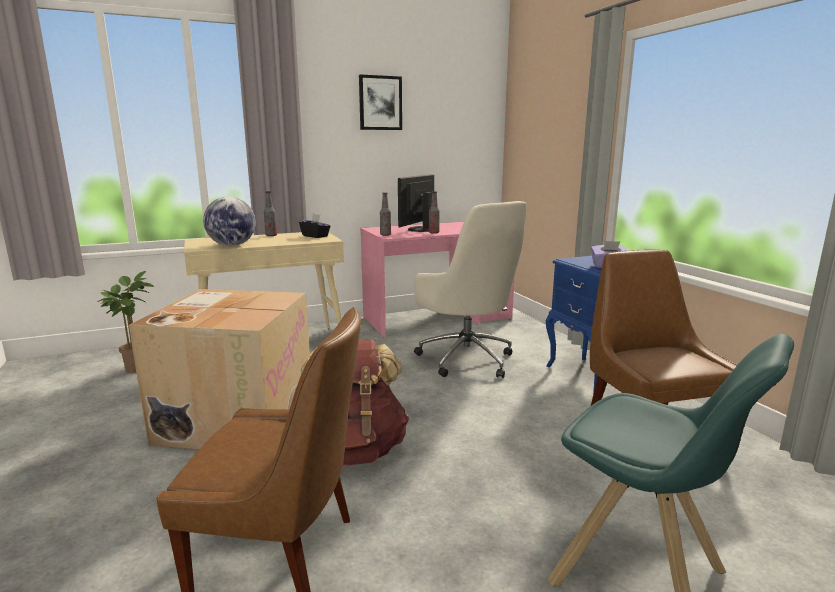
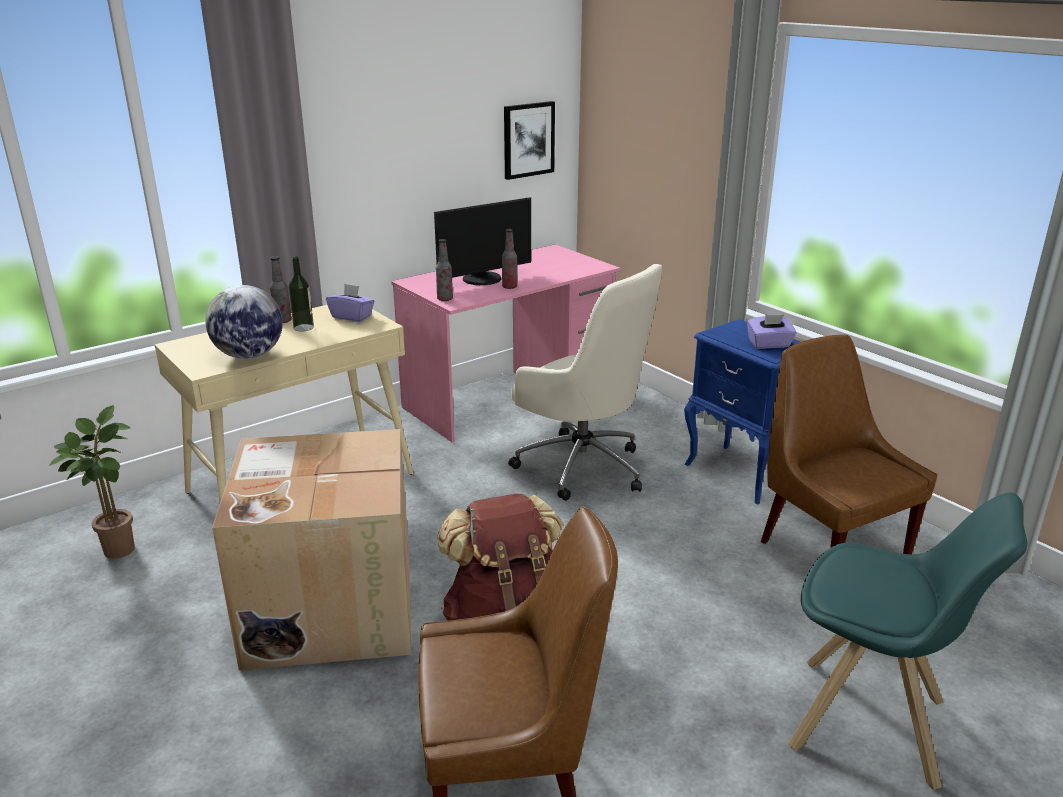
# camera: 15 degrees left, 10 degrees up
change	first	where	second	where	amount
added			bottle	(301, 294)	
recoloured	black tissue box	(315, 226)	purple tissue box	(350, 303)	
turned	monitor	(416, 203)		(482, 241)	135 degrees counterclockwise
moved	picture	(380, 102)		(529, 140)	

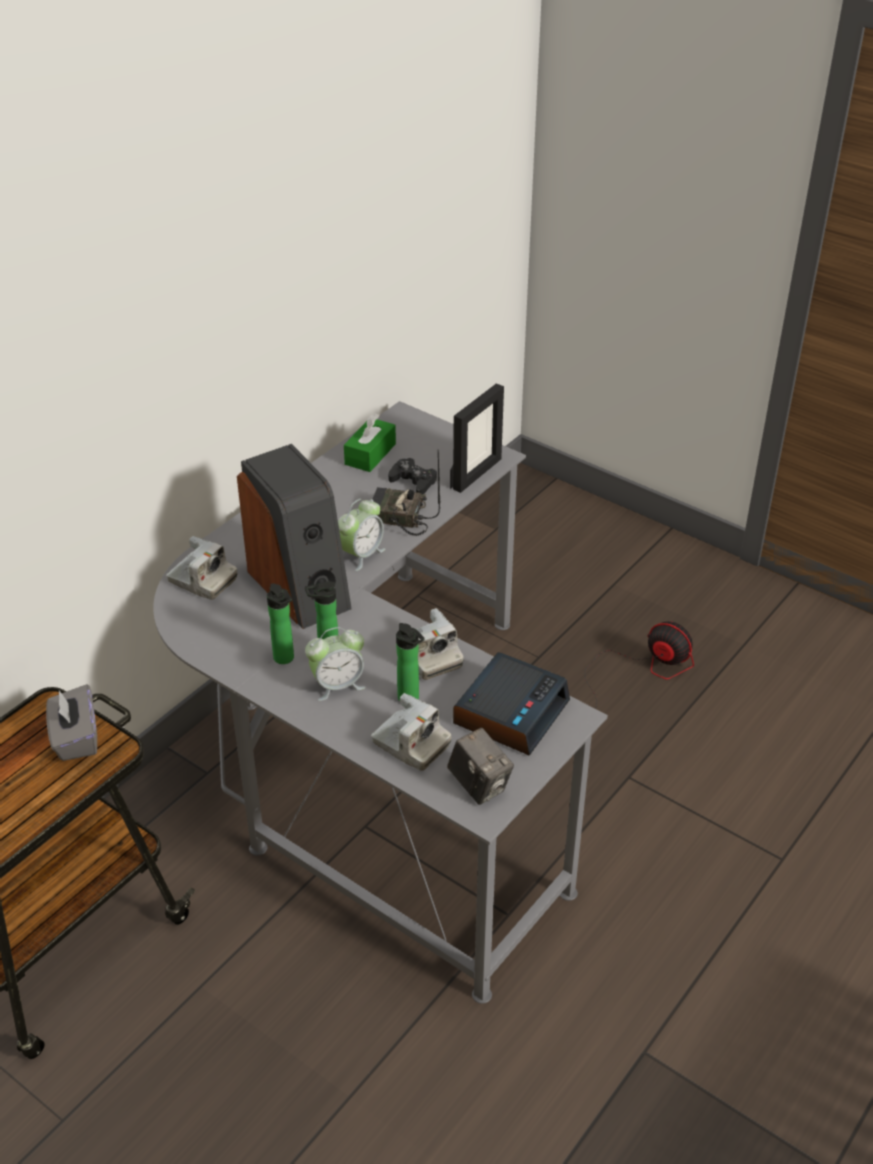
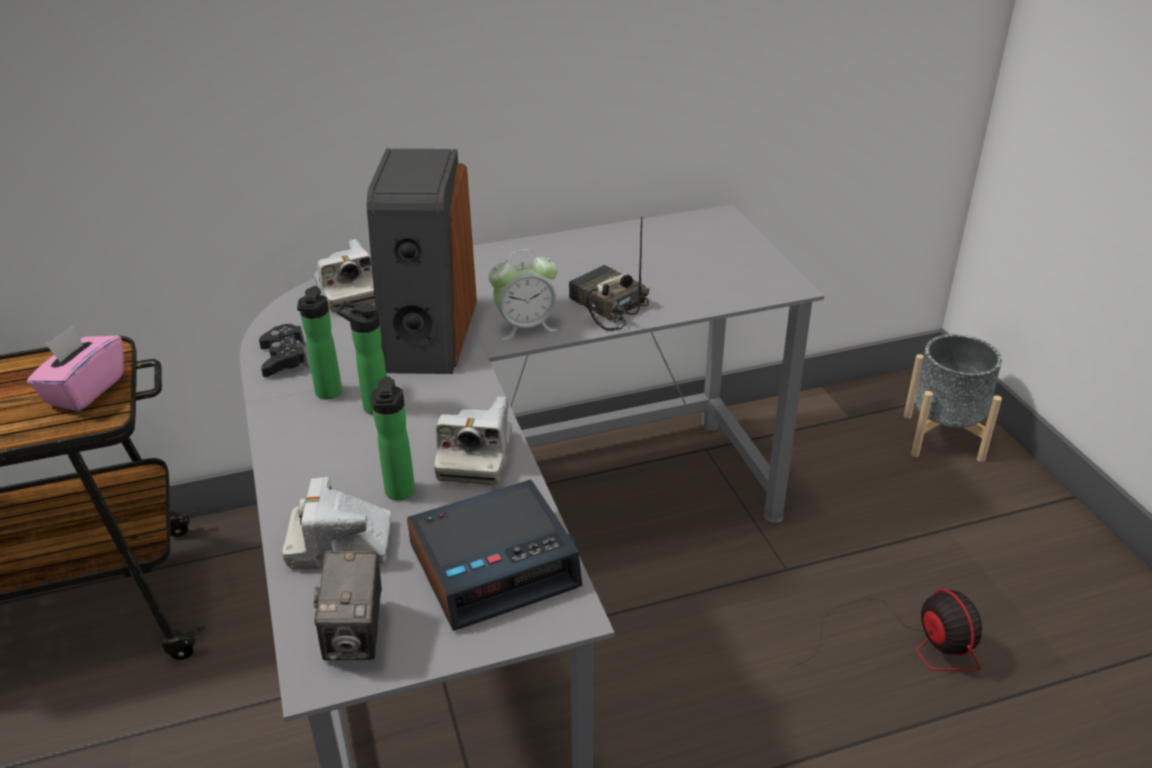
# camera: 35 degrees right, 5 degrees down
change	first	where	second	where	amount
recoloured	grey tissue box	(71, 722)	pink tissue box	(75, 368)	
moved	black game controller	(412, 476)		(283, 350)	
turned	photo camera	(411, 732)		(336, 523)	105 degrees clockwise
added			grey planter	(953, 398)	
removed	alarm clock	(335, 664)			
removed	green tissue box	(370, 442)			
removed	picture frame	(477, 438)			

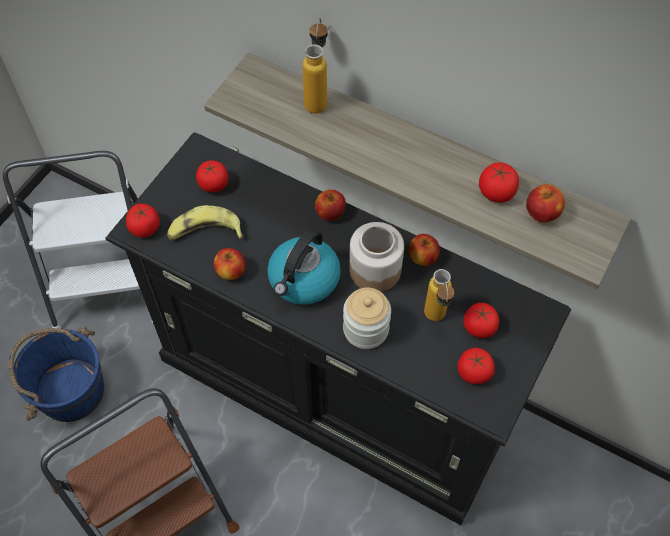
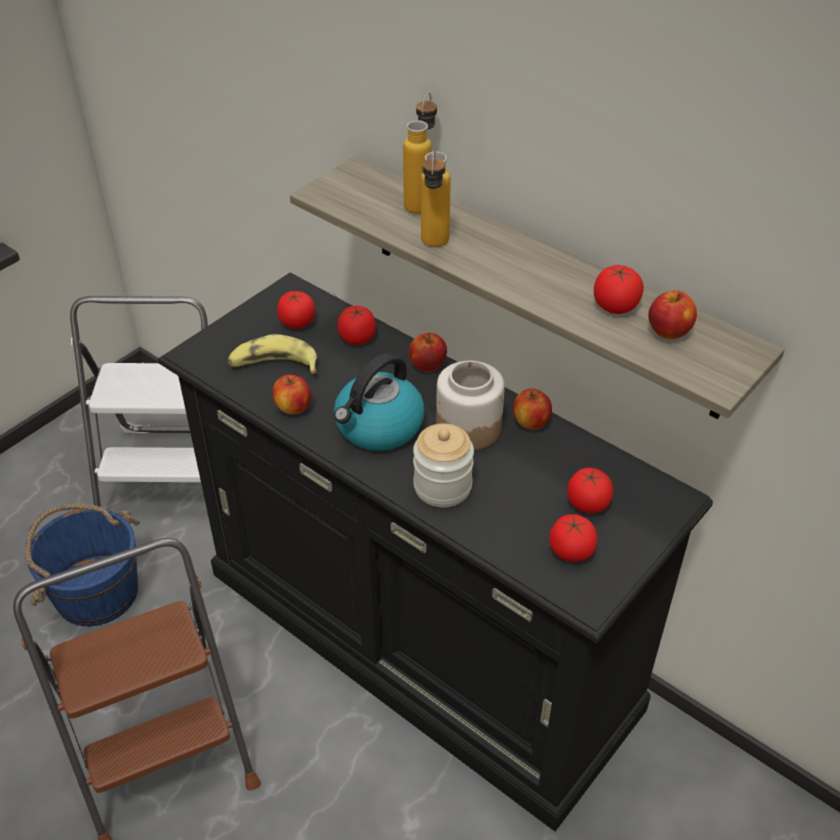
# camera: 10 degrees right, 15 degrees down
change	first	where	second	where	amount
moved	tomato	(143, 221)		(356, 325)	
moved	bottle	(439, 295)		(436, 198)	

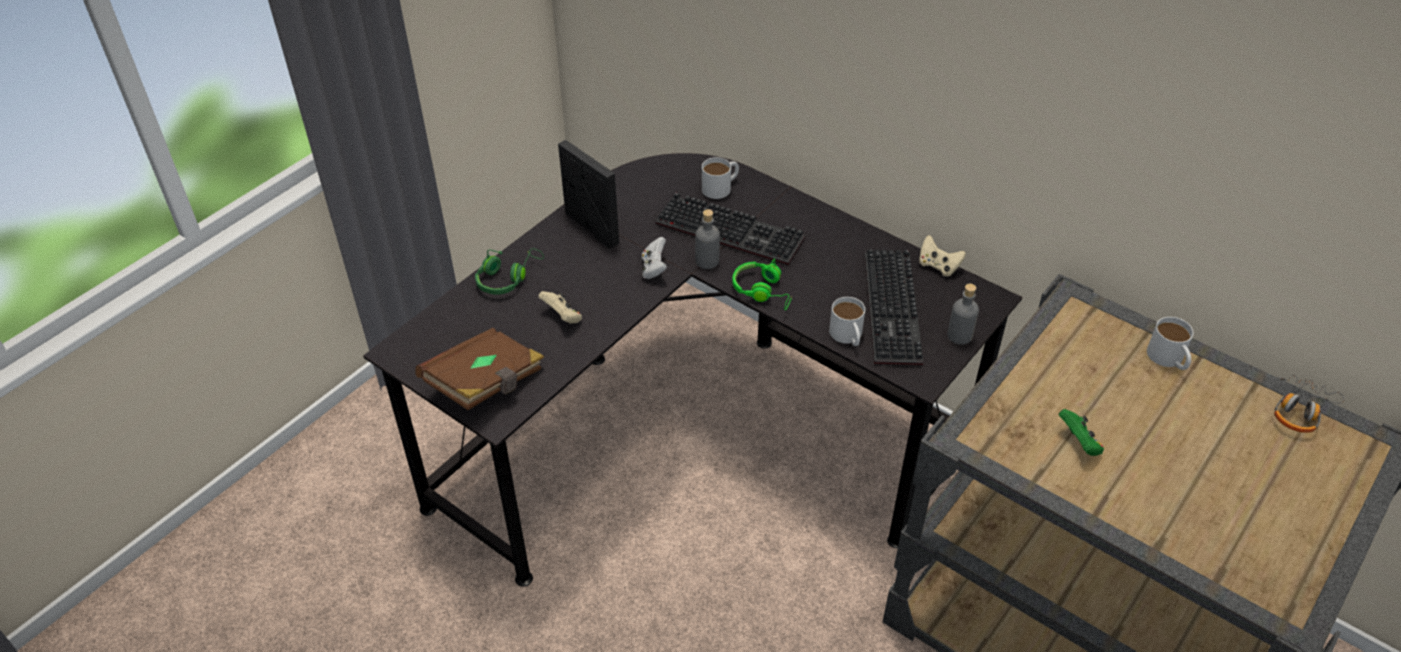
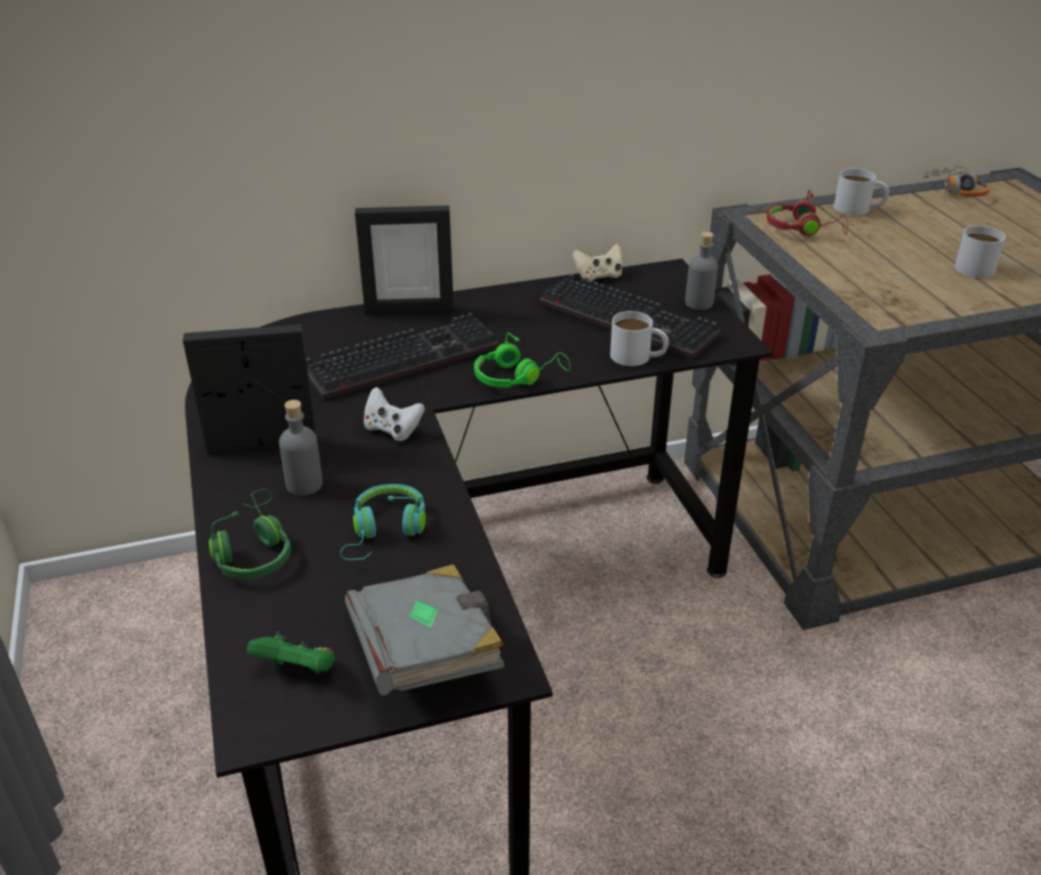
# camera: 55 degrees left, 10 degrees down
change	first	where	second	where	amount
moved	green game controller	(1081, 432)		(291, 652)	
moved	grey bottle	(707, 239)		(301, 448)	
replaced	beige game controller	(560, 307)	turquoise headphones	(383, 522)	
recoloured	brown book	(479, 369)	grey book	(424, 630)	
added			picture frame	(404, 260)	
added			red headphones	(807, 213)	
moved	white mug	(720, 178)		(980, 252)	

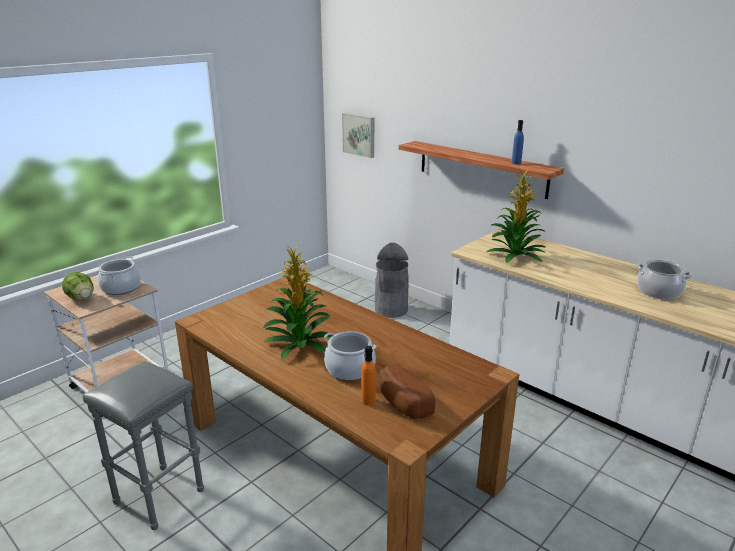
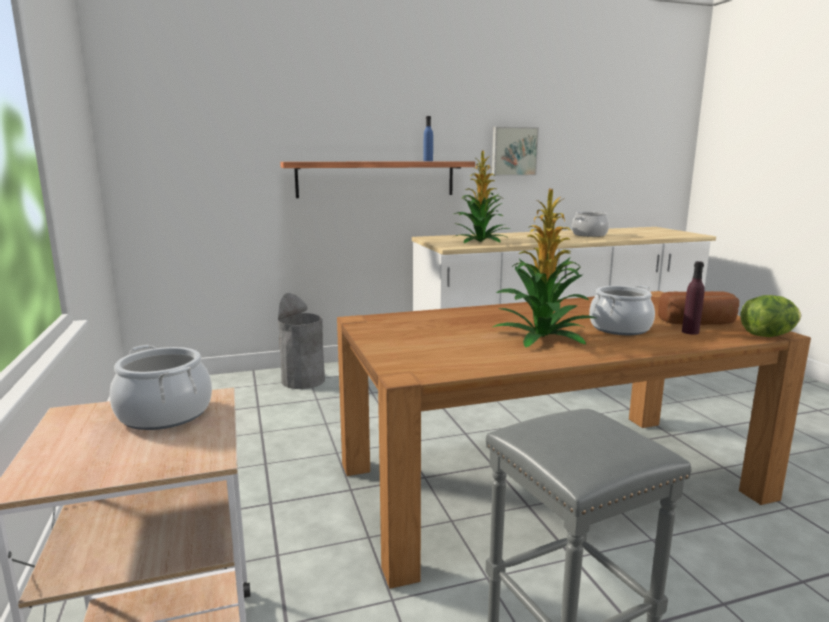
# camera: 60 degrees left, 10 degrees down
change	first	where	second	where	amount
moved	picture	(358, 135)		(515, 151)	
recoloured	orange bottle	(368, 375)	purple bottle	(693, 298)	
moved	lettuce	(77, 286)		(770, 316)	

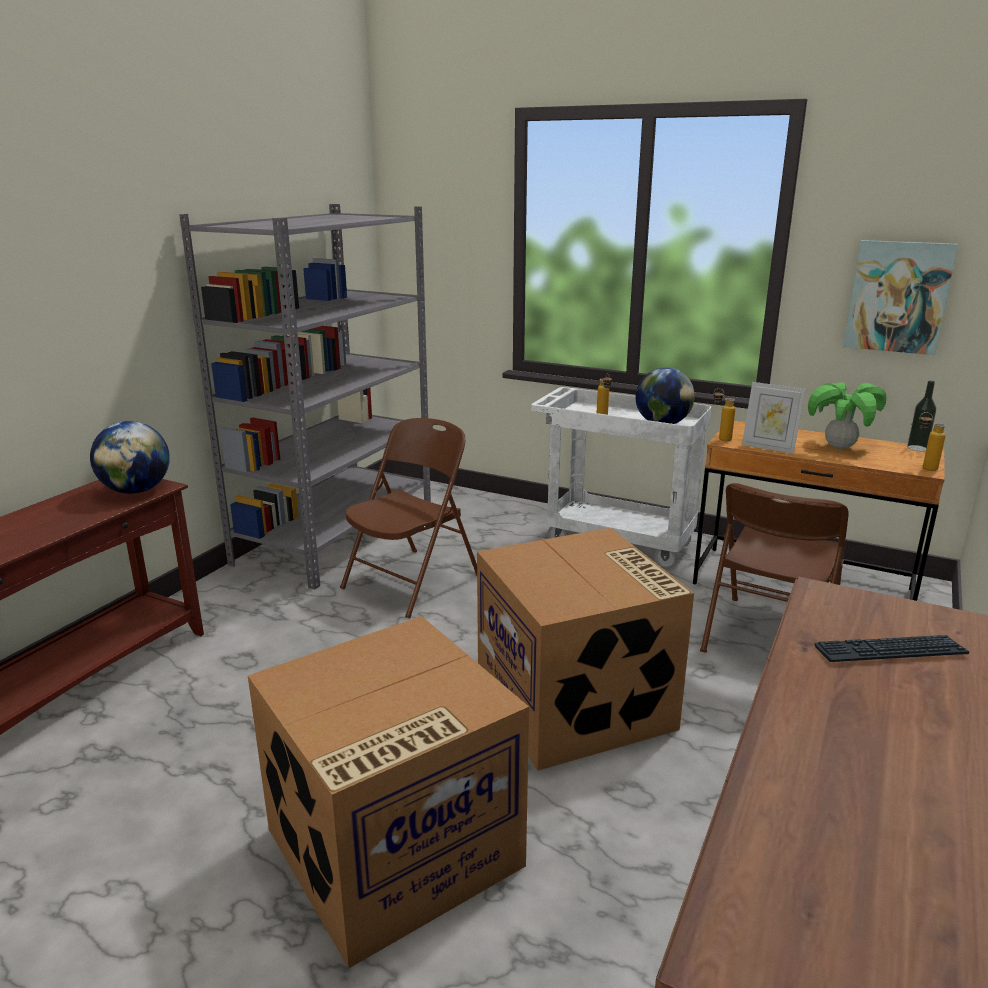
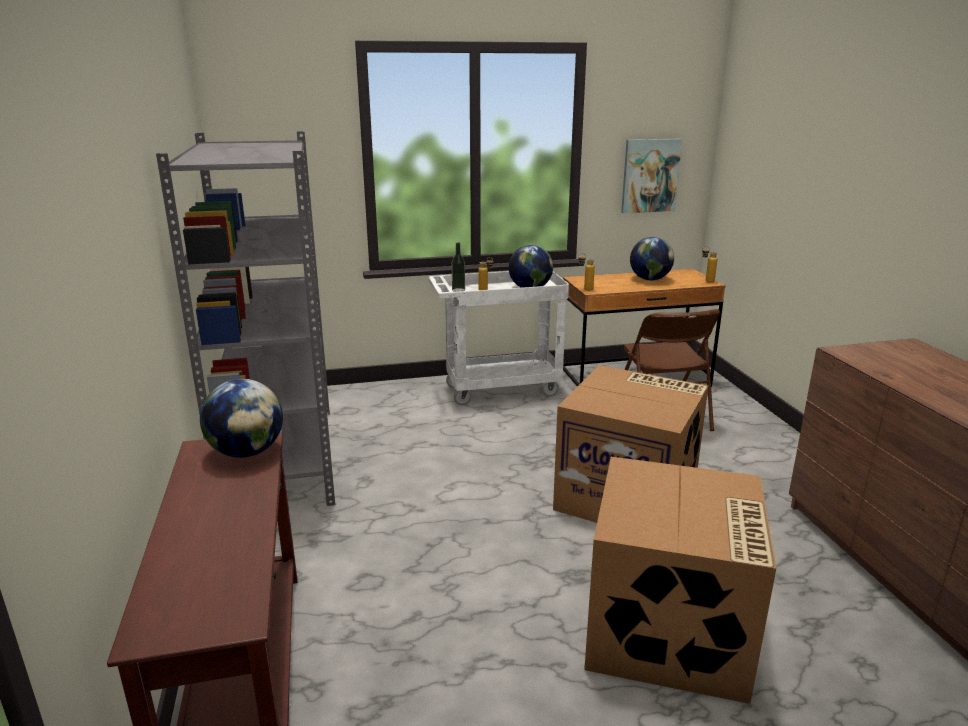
# camera: 40 degrees left, 0 degrees up
change	first	where	second	where	amount
moved	bottle	(921, 416)		(458, 267)	
replaced	potted plant	(847, 415)	globe	(652, 258)	
removed	brown chair	(408, 518)			
removed	picture frame	(774, 418)			
removed	keyboard	(892, 648)			

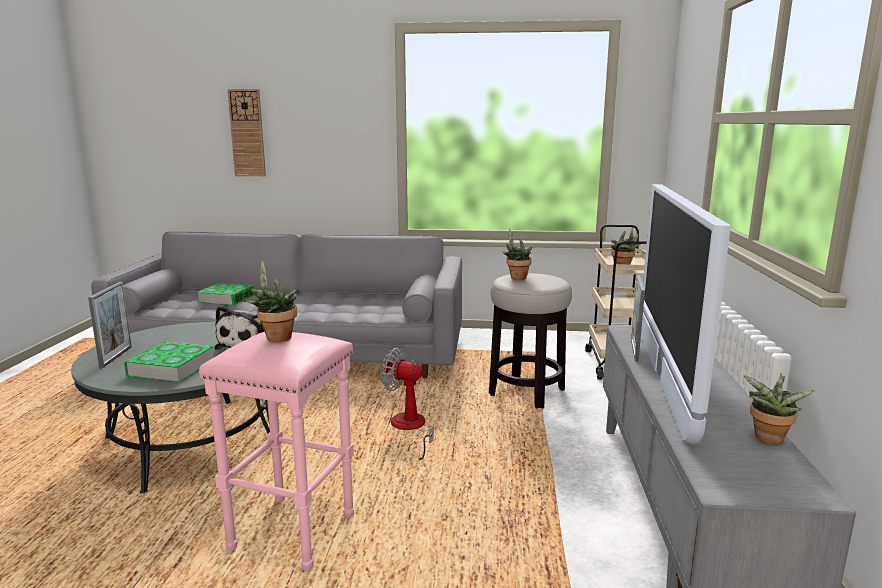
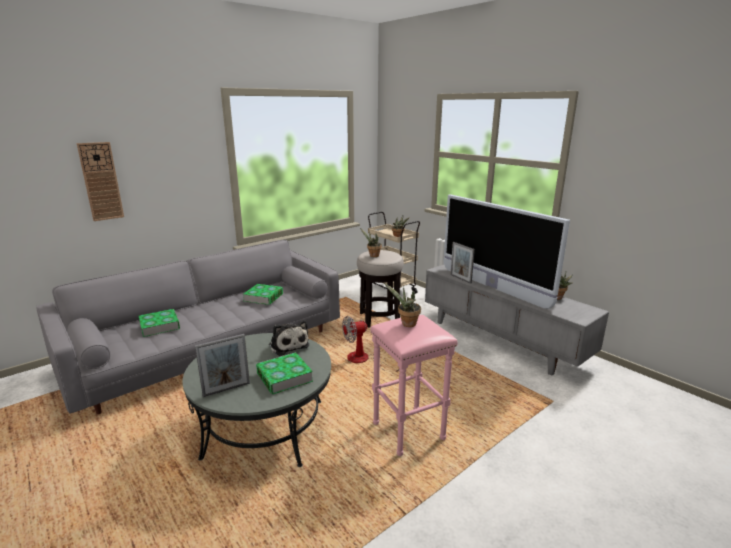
# camera: 45 degrees left, 5 degrees up
change	first	where	second	where	amount
turned	picture frame	(110, 325)		(222, 365)	105 degrees clockwise
added			book	(263, 294)	

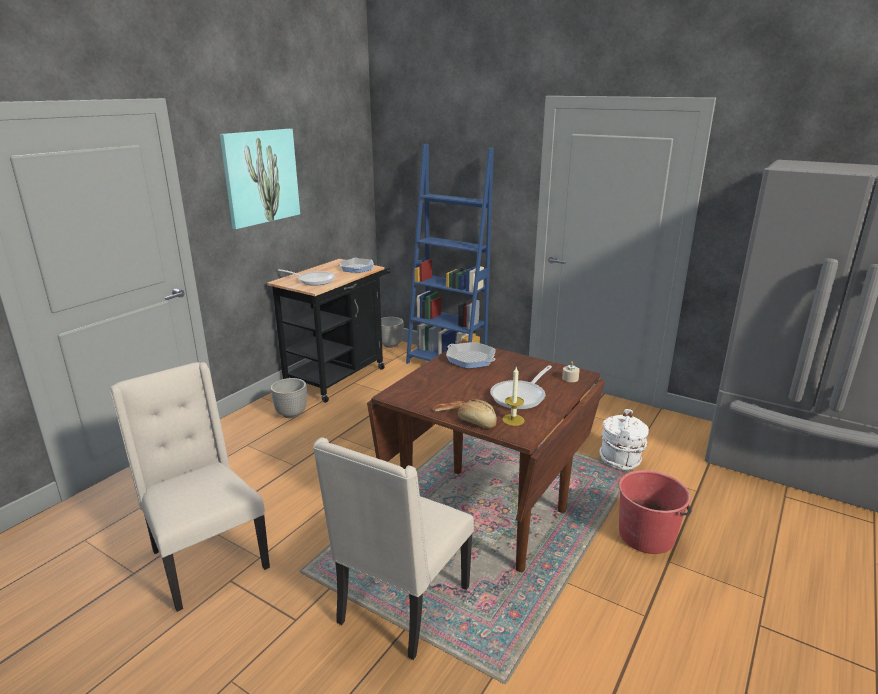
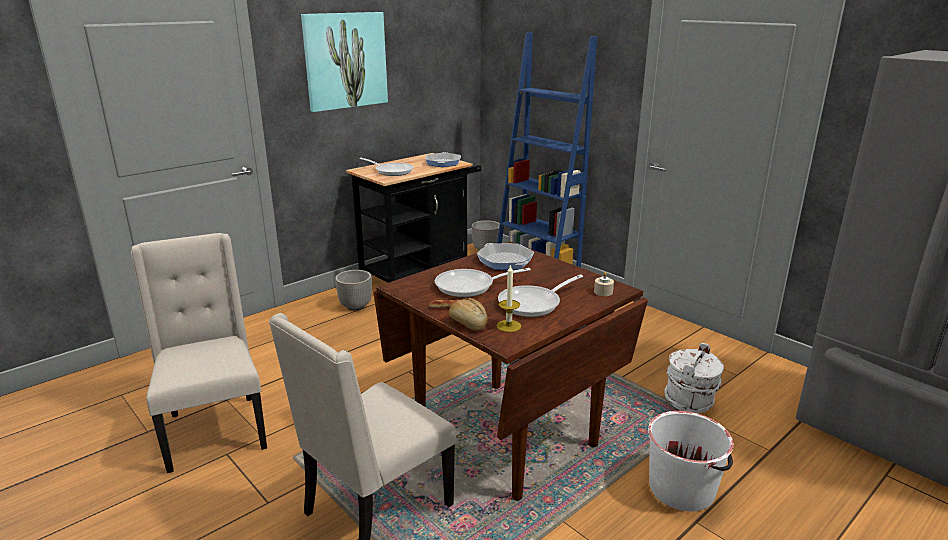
# camera: 15 degrees right, 0 degrees up
change	first	where	second	where	amount
added			frying pan	(483, 282)	
recoloured	red bucket	(655, 512)	white bucket	(691, 461)	

